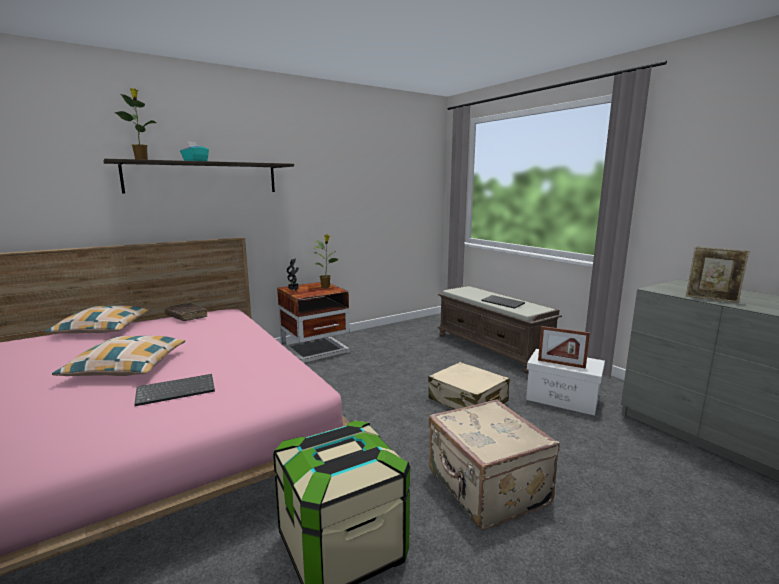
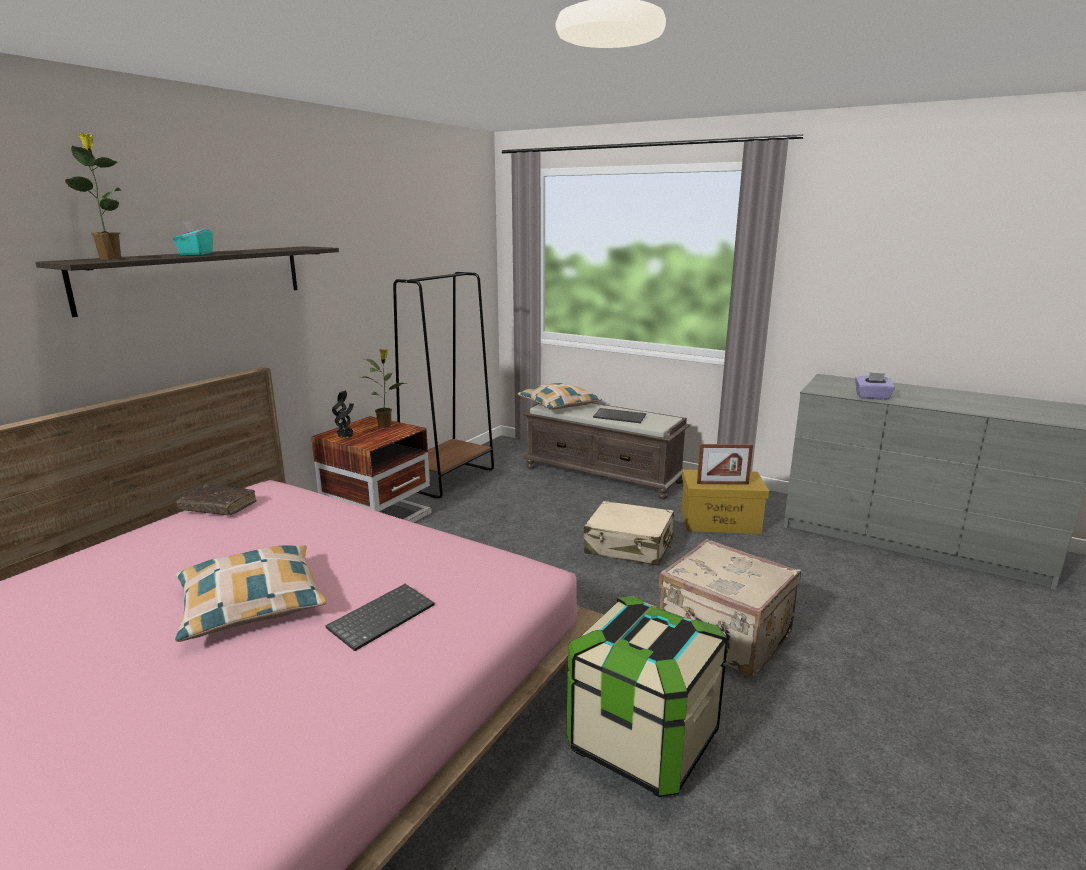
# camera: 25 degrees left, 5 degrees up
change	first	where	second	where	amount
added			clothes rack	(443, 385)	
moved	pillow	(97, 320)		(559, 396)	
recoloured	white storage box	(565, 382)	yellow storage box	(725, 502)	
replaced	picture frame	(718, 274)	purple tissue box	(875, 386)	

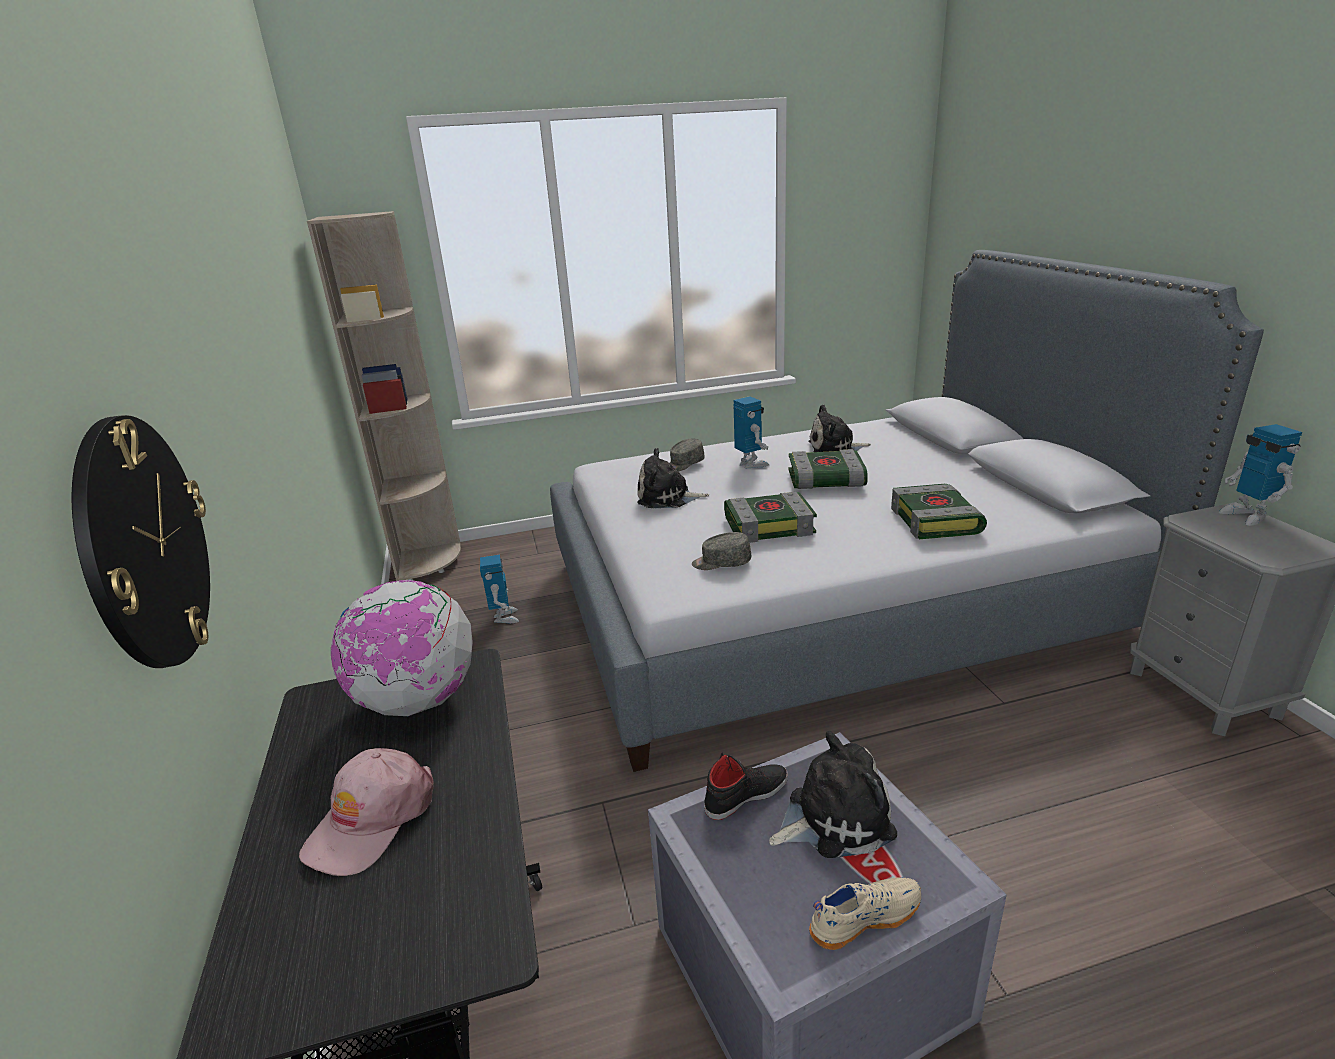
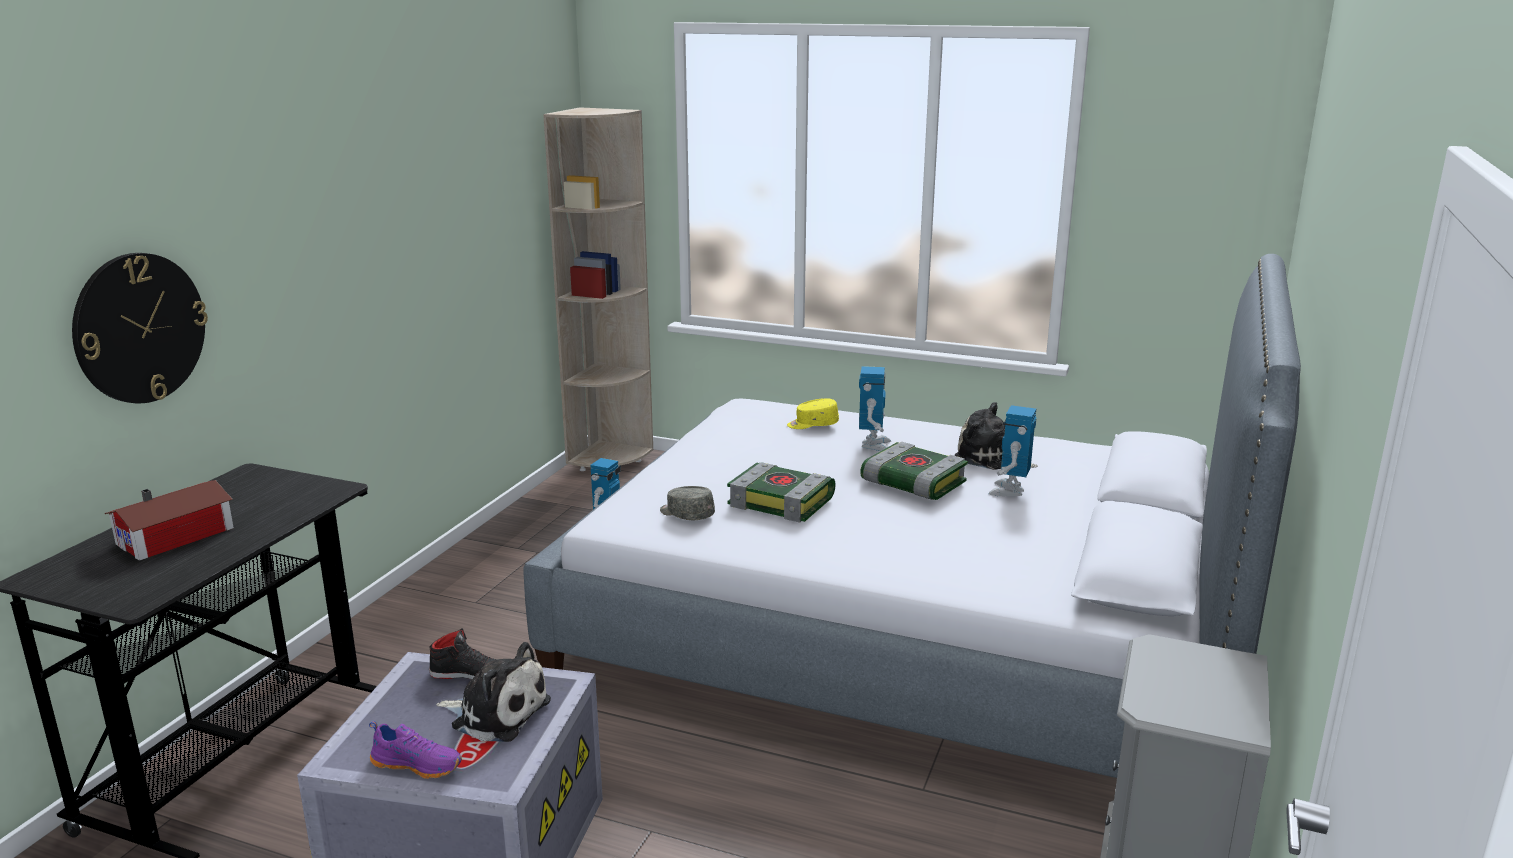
# camera: 35 degrees right, 5 degrees down
change	first	where	second	where	amount
replaced	pink cap	(366, 812)	toy house	(169, 520)	
recoloured	beige shoe	(865, 913)	purple shoe	(415, 750)	
recoloured	grey cap	(687, 455)	yellow cap	(813, 413)	
moved	toy robot	(1260, 475)		(1012, 450)	
removed	globe	(402, 648)			
removed	plush toy	(673, 478)			
removed	book	(939, 511)			

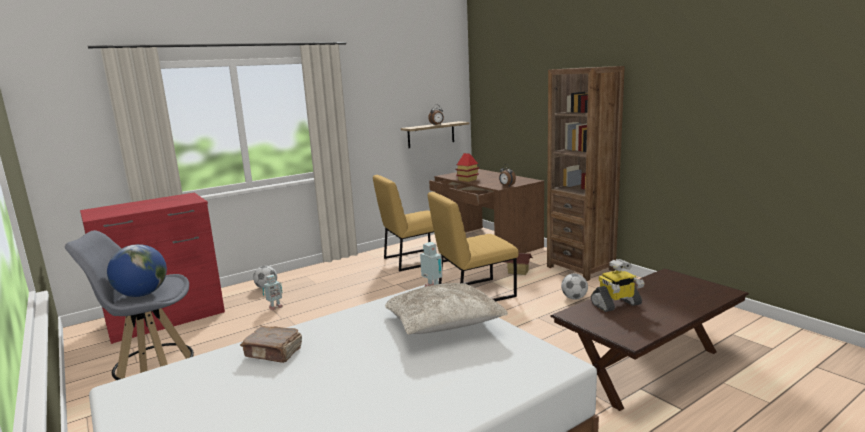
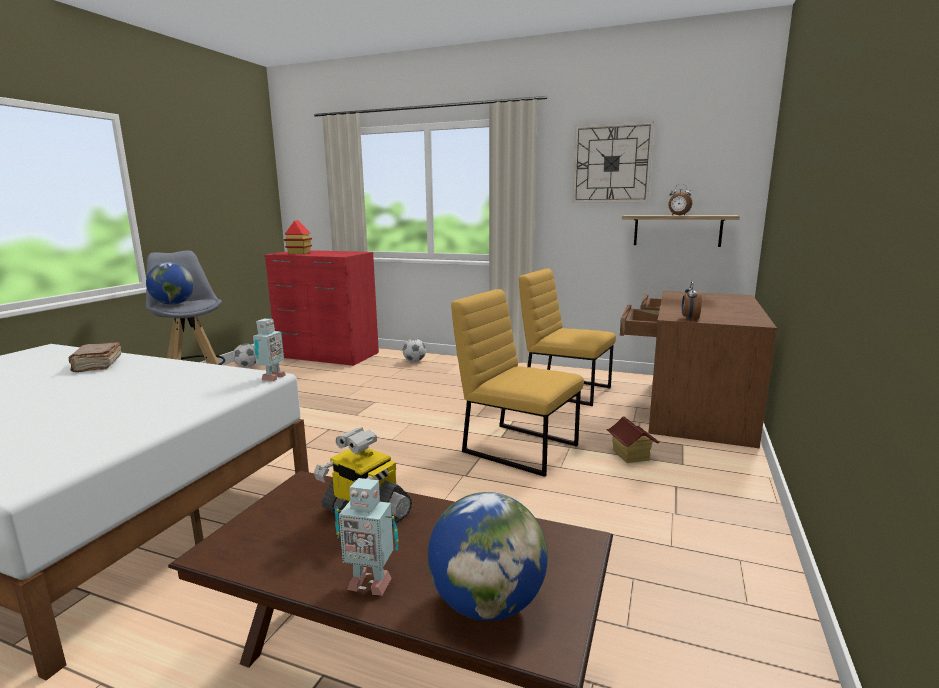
# camera: 55 degrees right, 0 degrees up
change	first	where	second	where	amount
moved	football	(574, 286)		(244, 356)	
moved	toy house	(467, 167)		(298, 237)	
moved	toy robot	(273, 292)		(366, 536)	
added			globe	(488, 556)	
added			wall clock	(613, 162)	
removed	beige pillow	(446, 308)			
removed	brown bookcase	(586, 173)			

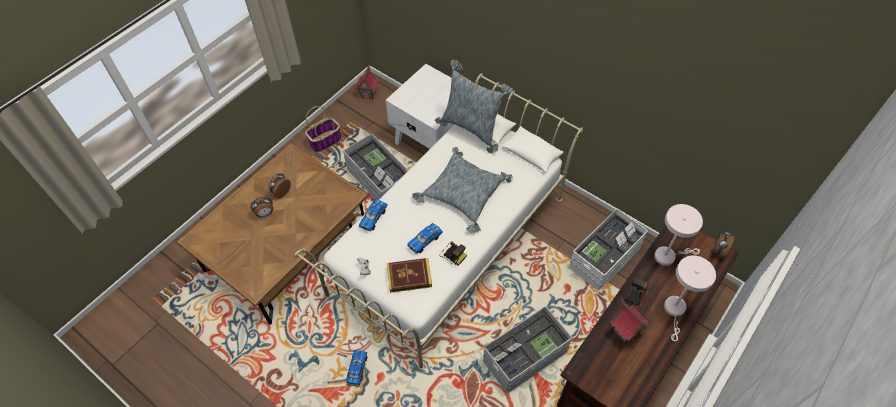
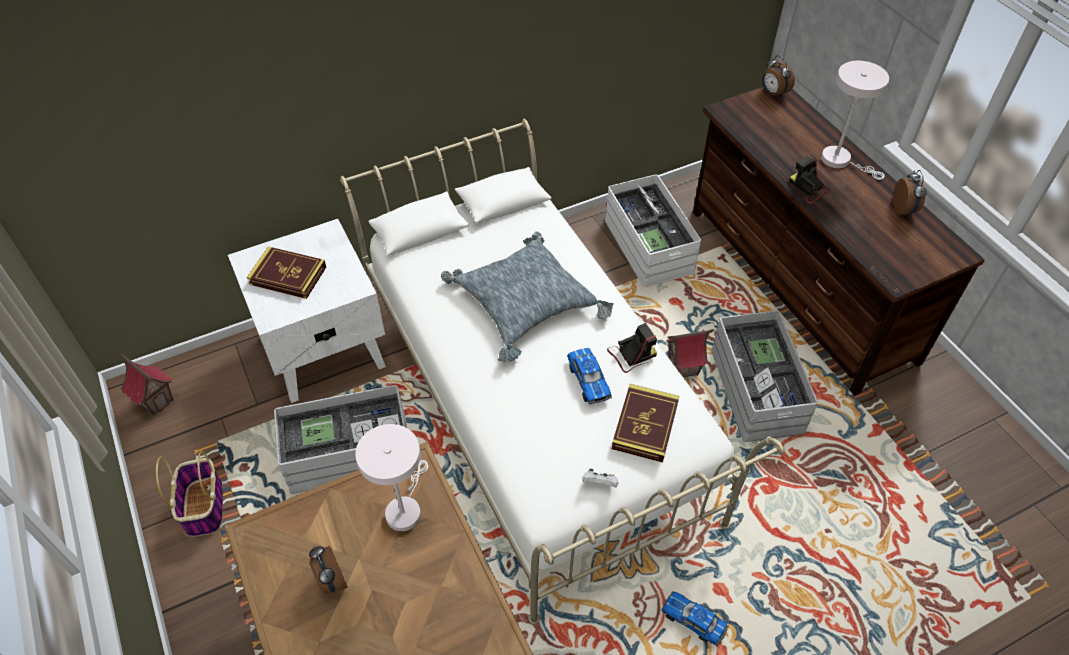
# camera: 65 degrees left, 5 degrees down
change	first	where	second	where	amount
added			book	(286, 273)	
moved	white table lamp	(678, 235)		(391, 477)	
moved	toy house	(630, 321)		(690, 353)	
moved	alarm clock	(261, 206)		(910, 193)	
removed	toy car	(373, 215)			
removed	pillow	(474, 106)			

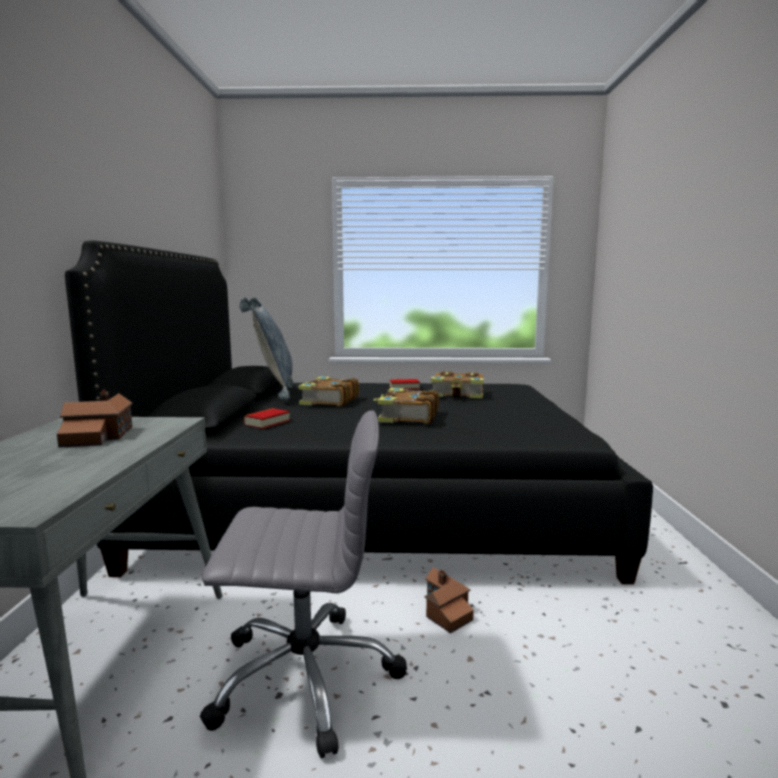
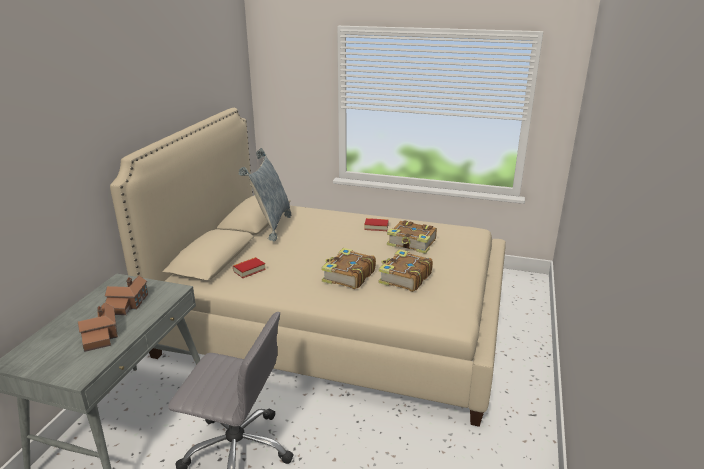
# camera: 15 degrees right, 15 degrees up
change	first	where	second	where	amount
moved	toy house	(449, 600)		(98, 327)	
recoloured	black bed	(359, 412)	beige bed	(308, 267)	
moved	book	(328, 392)		(405, 270)	

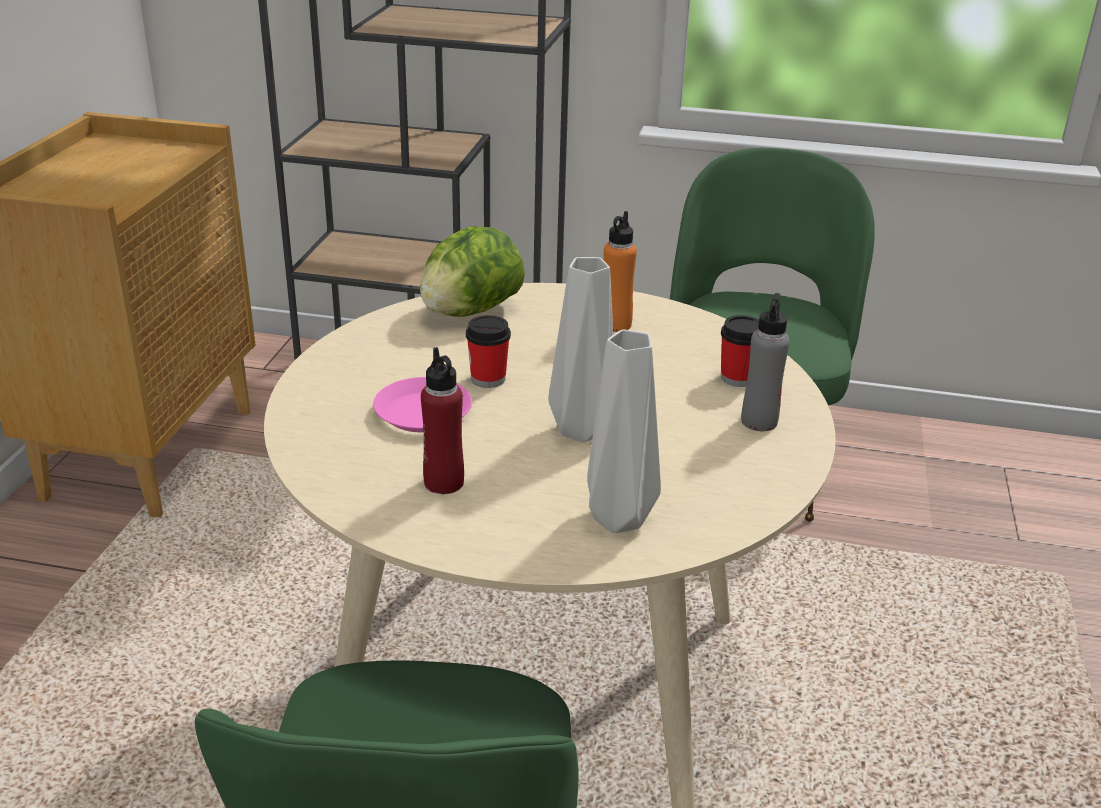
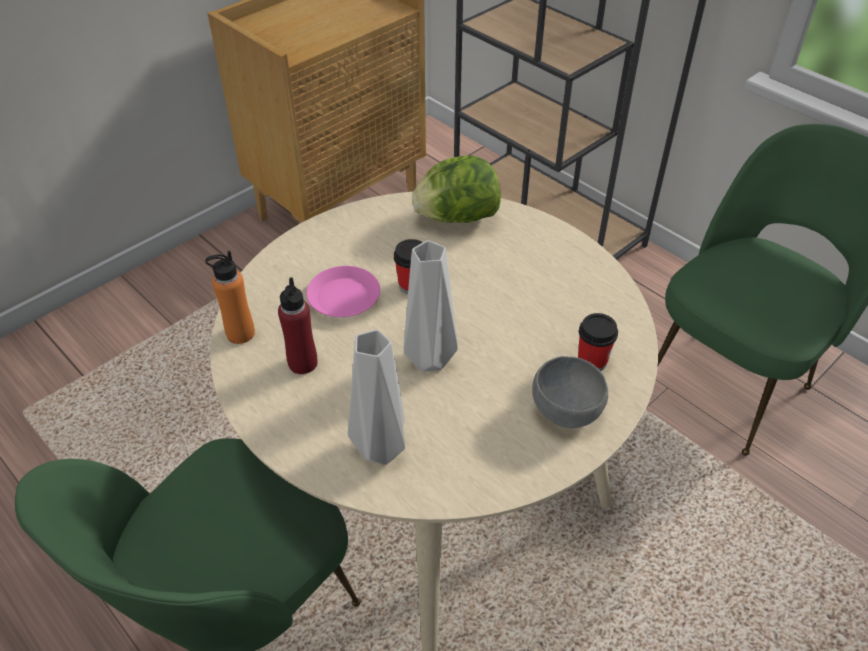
# camera: 35 degrees right, 15 degrees up
change	first	where	second	where	amount
moved	orange bottle	(620, 271)		(230, 297)	
replaced	grey bottle	(765, 362)	grey bowl	(570, 392)	

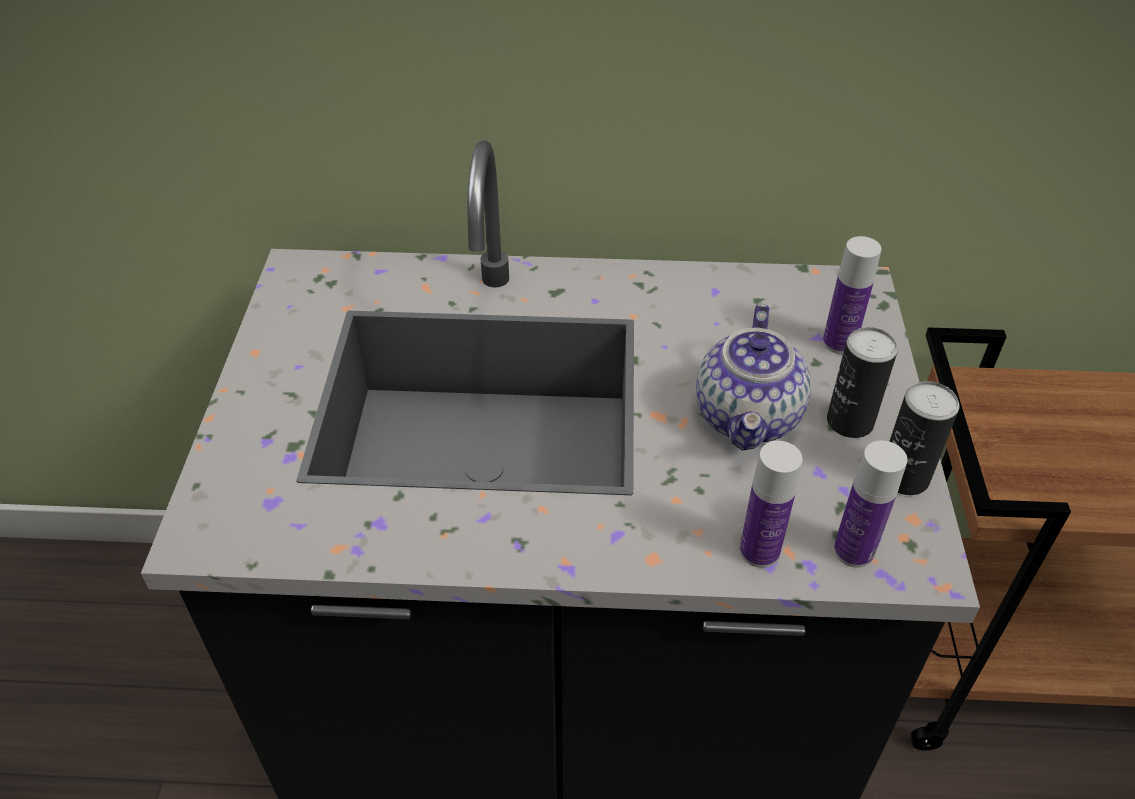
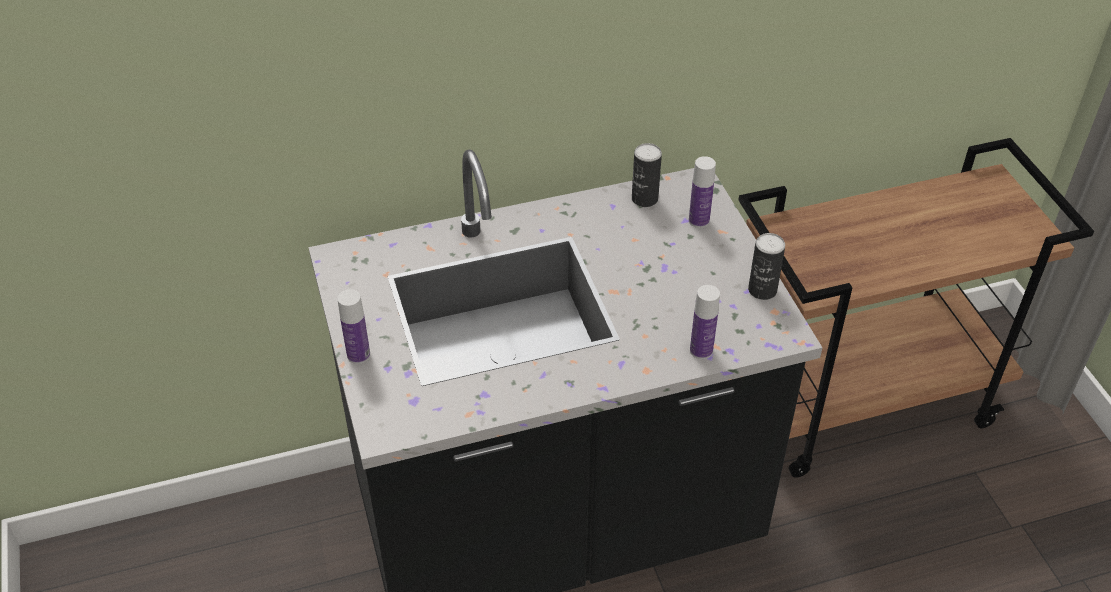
# camera: 20 degrees left, 0 degrees up
change	first	where	second	where	amount
moved	bottle	(870, 504)		(353, 326)	
moved	can	(862, 382)		(647, 175)	
removed	teapot	(753, 377)			

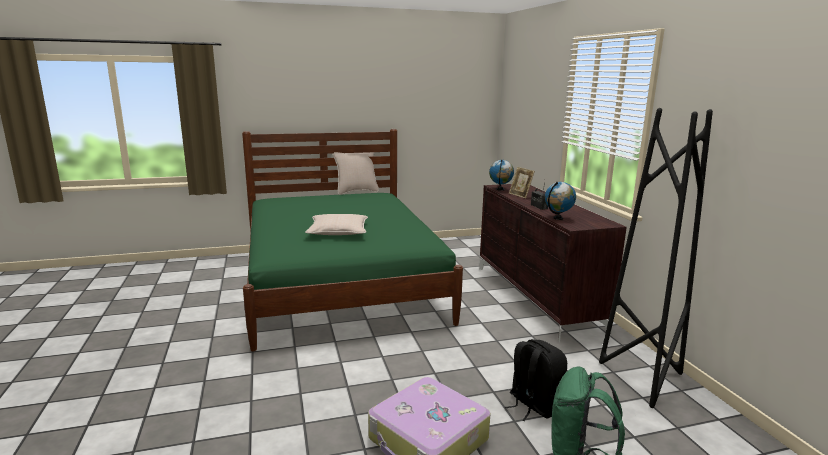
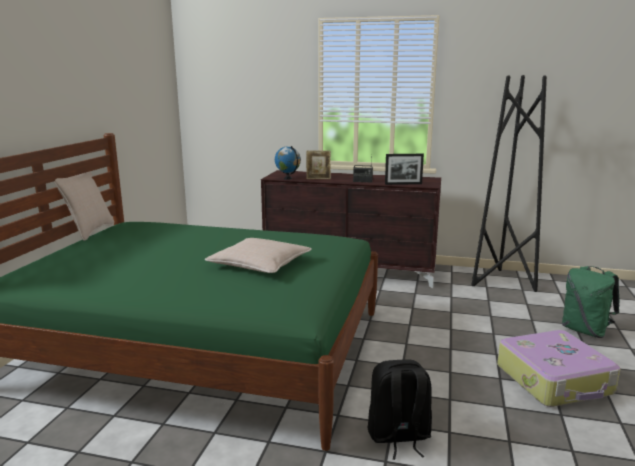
# camera: 60 degrees left, 0 degrees up
change	first	where	second	where	amount
moved	black backpack	(536, 380)		(400, 409)	
replaced	globe	(560, 201)	picture frame	(404, 169)	

